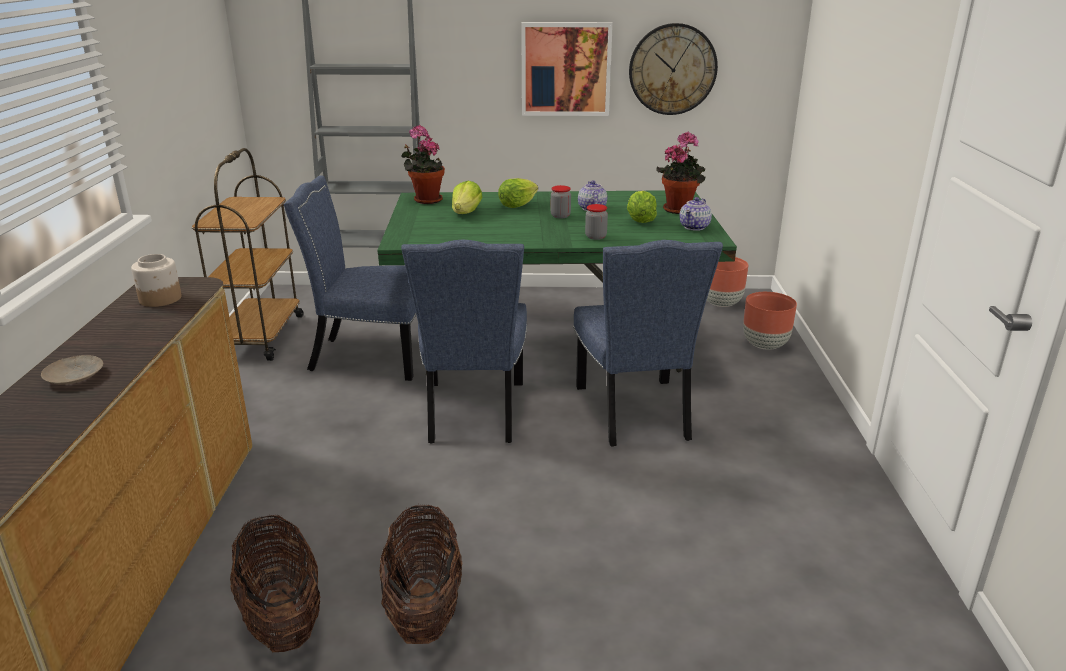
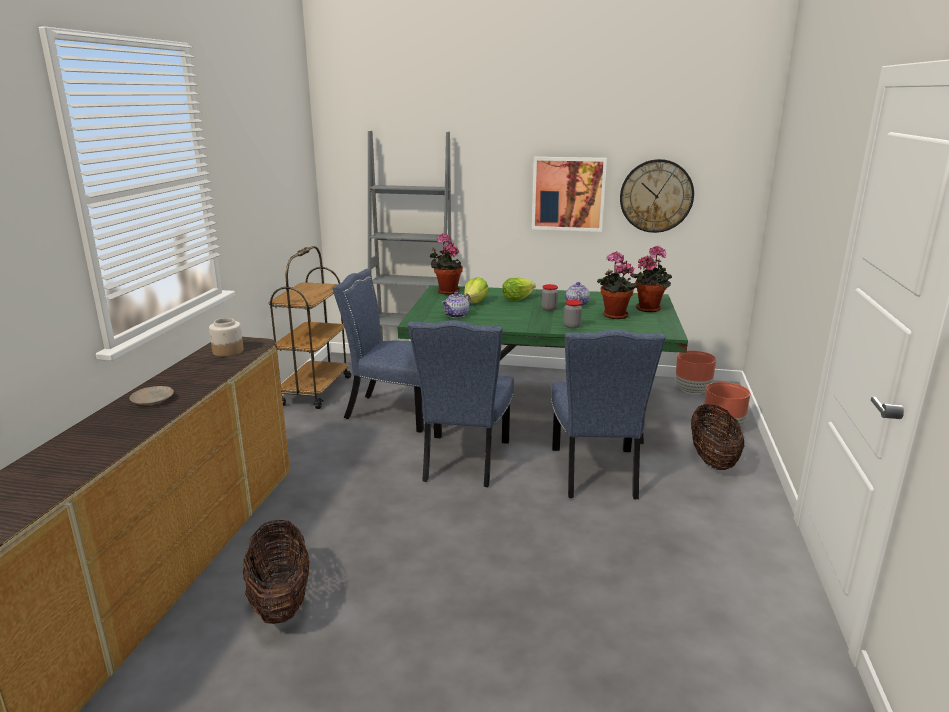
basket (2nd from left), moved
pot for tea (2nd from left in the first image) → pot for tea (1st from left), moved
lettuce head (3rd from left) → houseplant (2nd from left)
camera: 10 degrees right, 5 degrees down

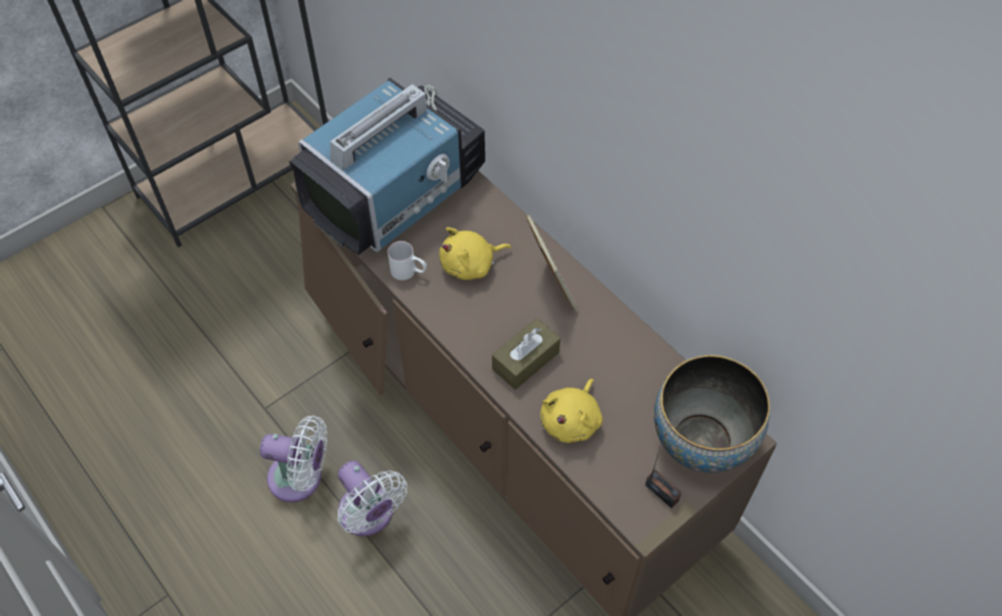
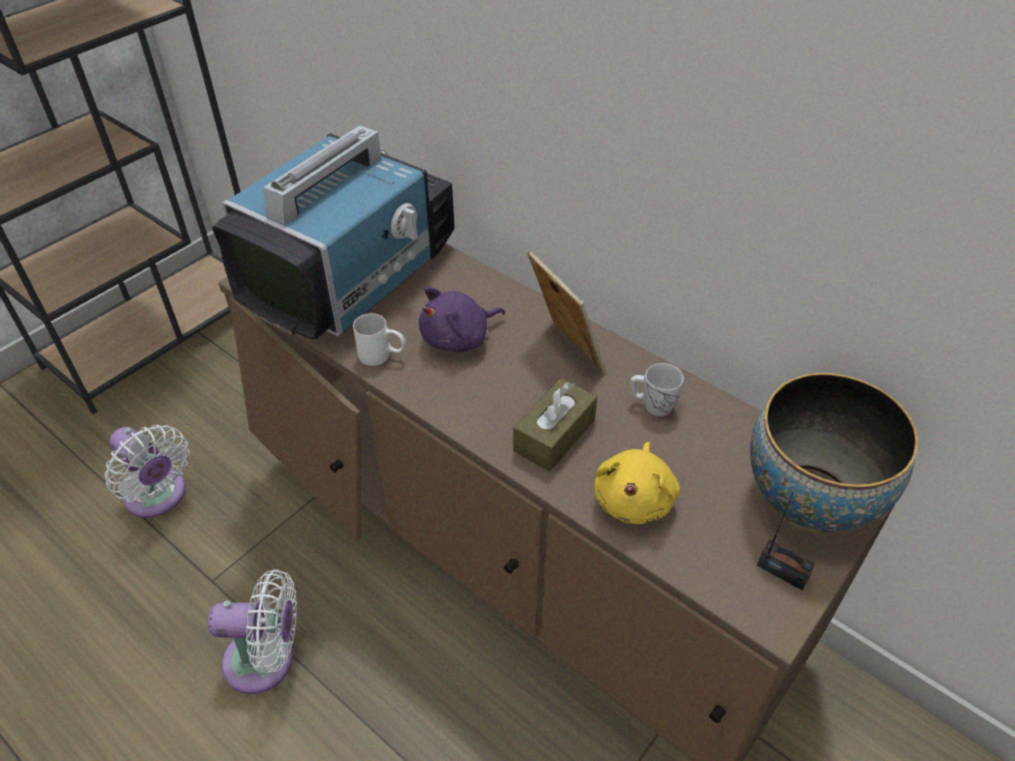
- → whitish coffee mug (2nd from left)
whitish cooling fan (2nd from left in the first image) → whitish cooling fan (1st from left), moved
yellow-coloured cuddly toy (1st from left) → purple-coloured cuddly toy
camera: 10 degrees left, 10 degrees down

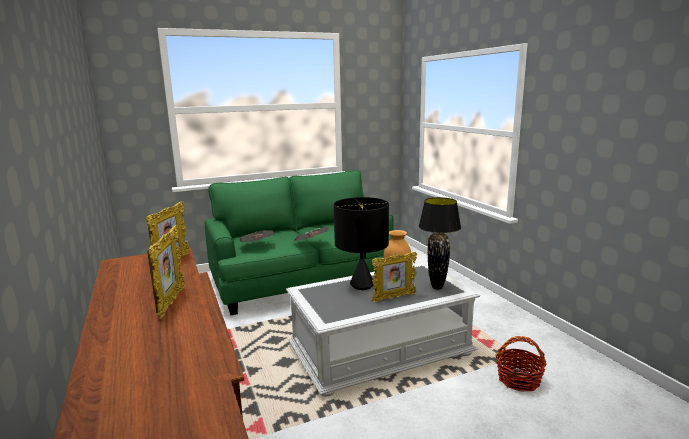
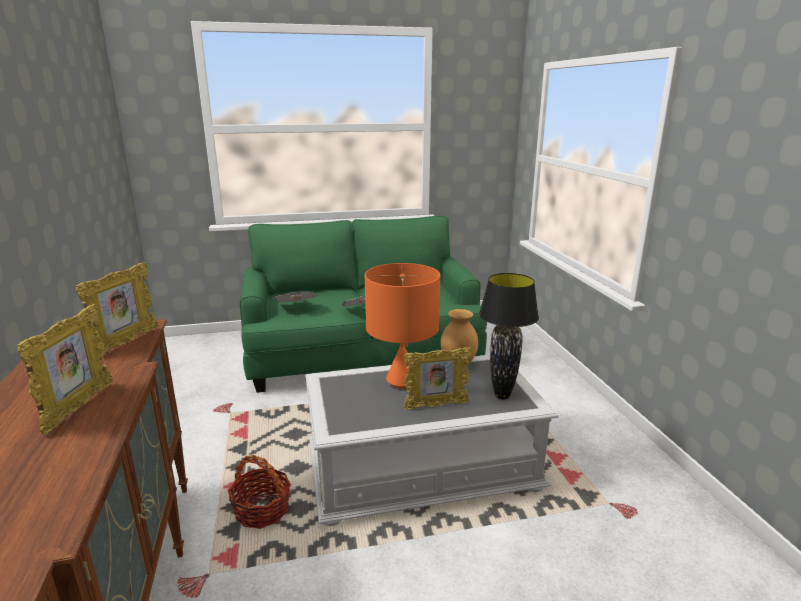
basket, moved
blackish lamp for a table (1st from left) → orange-coloured lamp for a table
camera: 10 degrees right, 5 degrees up

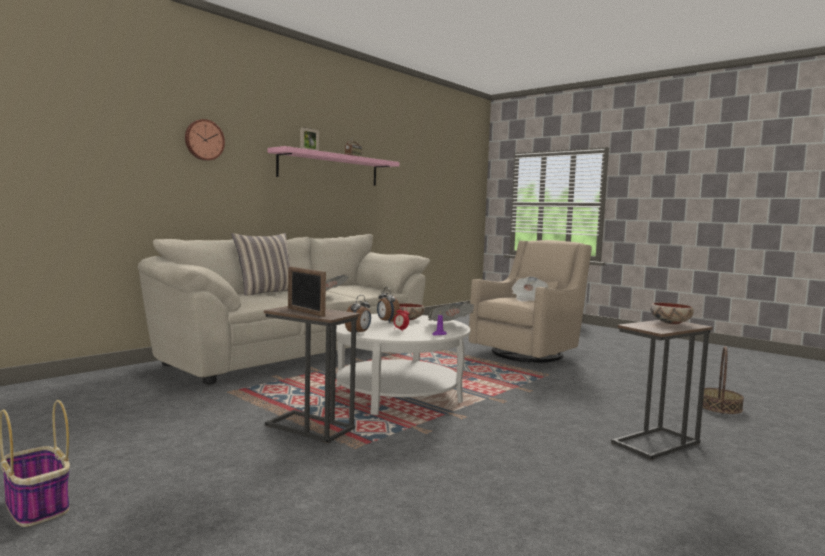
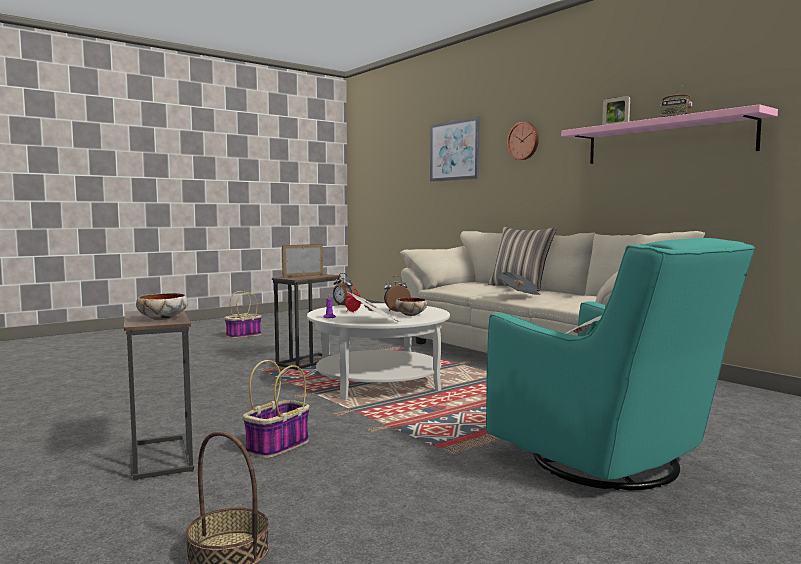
- → basket (3rd from left)
- → picture
beige lounge chair → turquoise-coloured lounge chair
camera: 100 degrees right, 0 degrees up

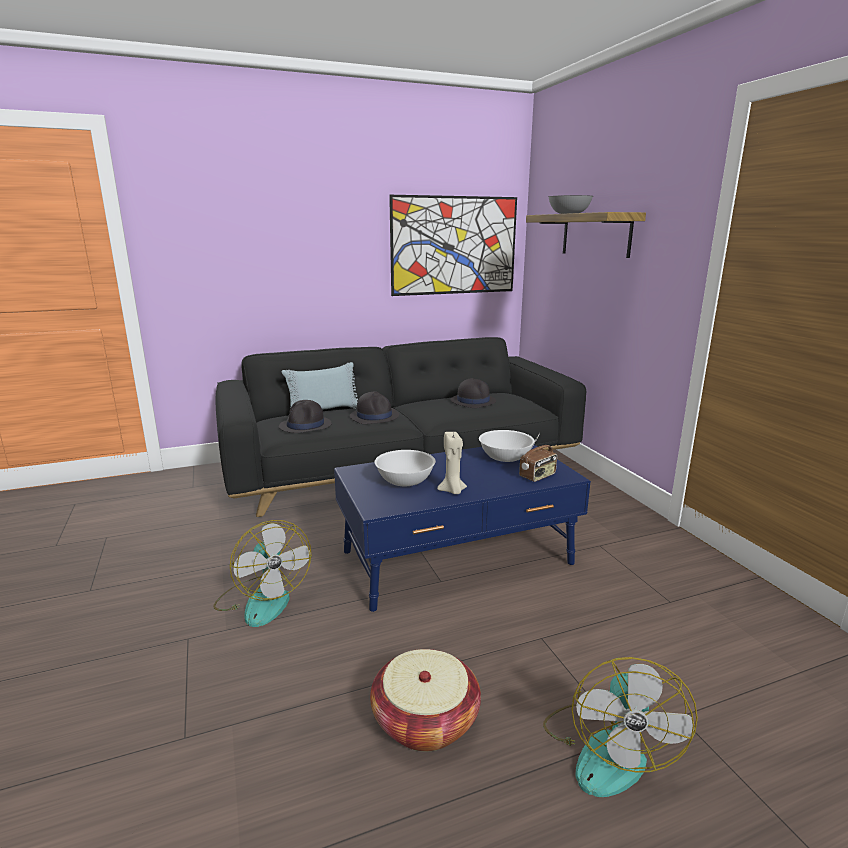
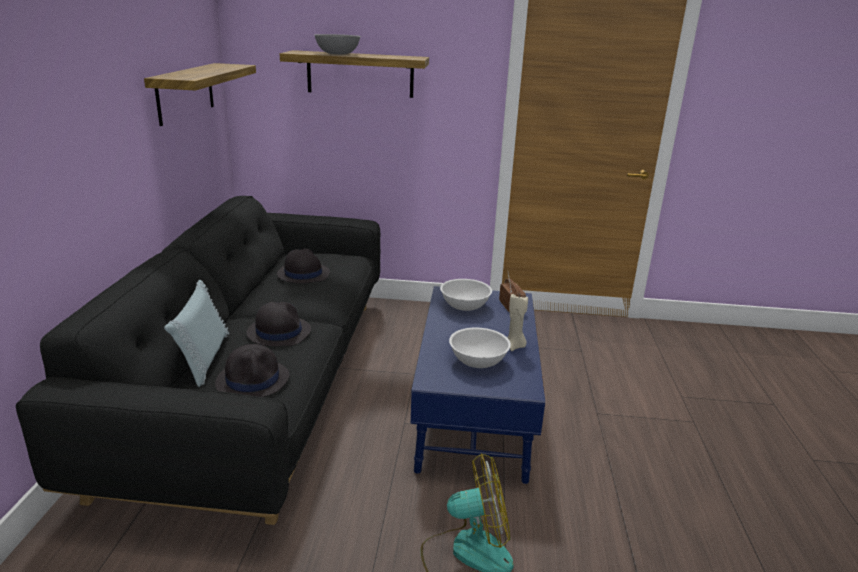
basket → -
cooling fan (2nd from left) → -
picture → bracket shelf (1st from left)
camera: 65 degrees left, 5 degrees up

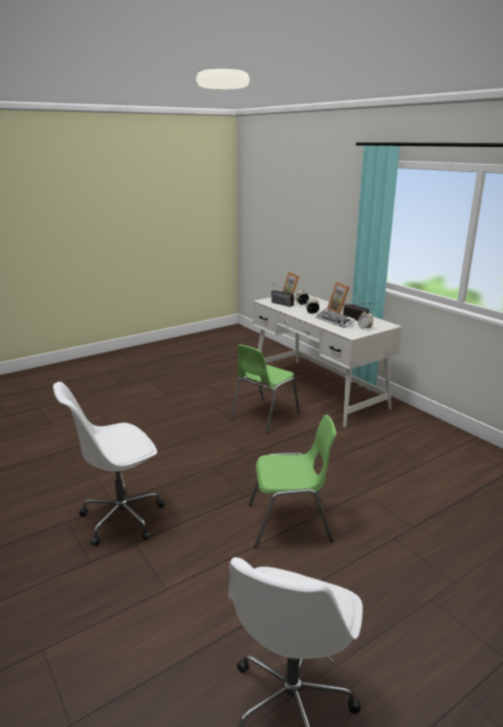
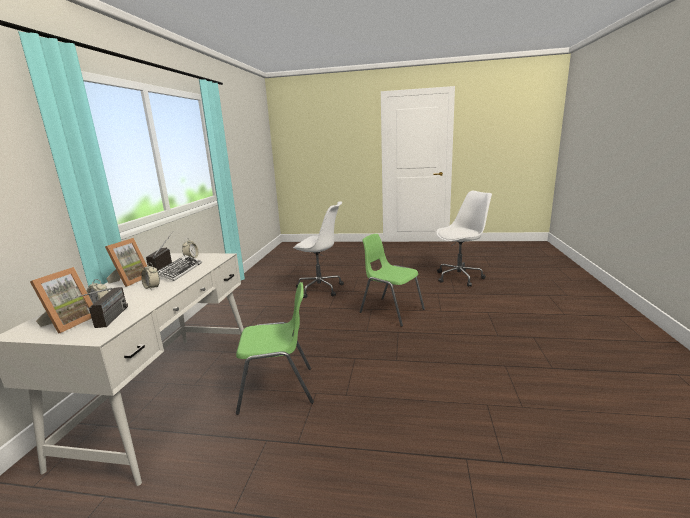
whitish office chair (1st from left), moved
camera: 135 degrees left, 5 degrees down

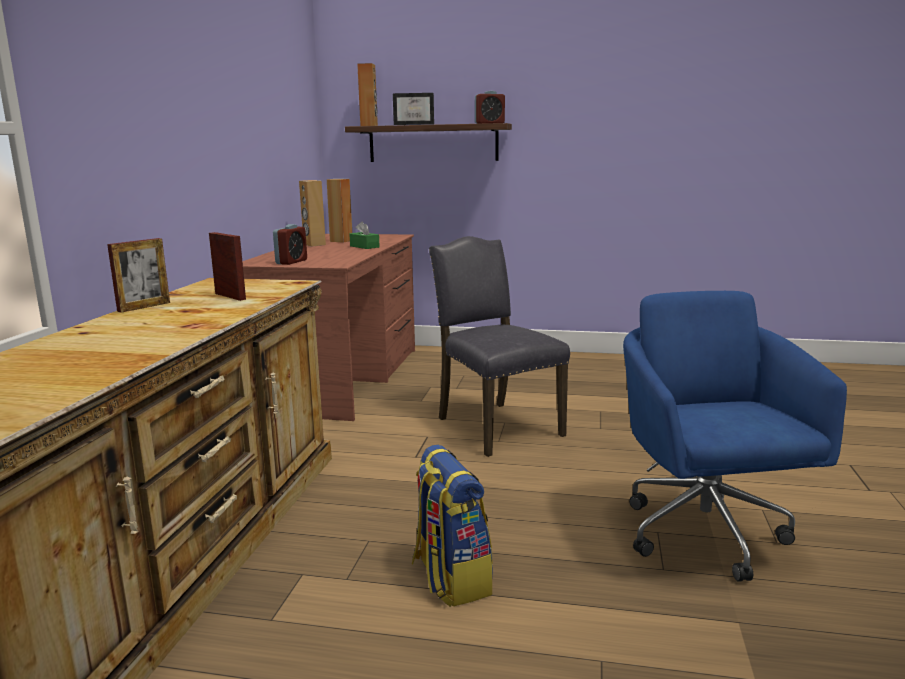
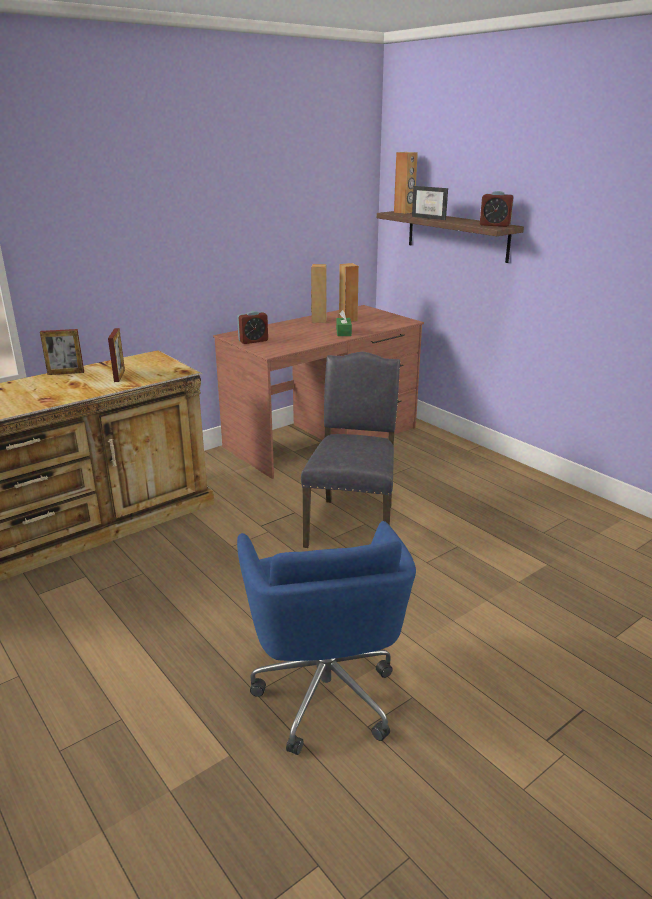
backpack → -
bluish office chair, 135 degrees clockwise
camera: 40 degrees right, 10 degrees up

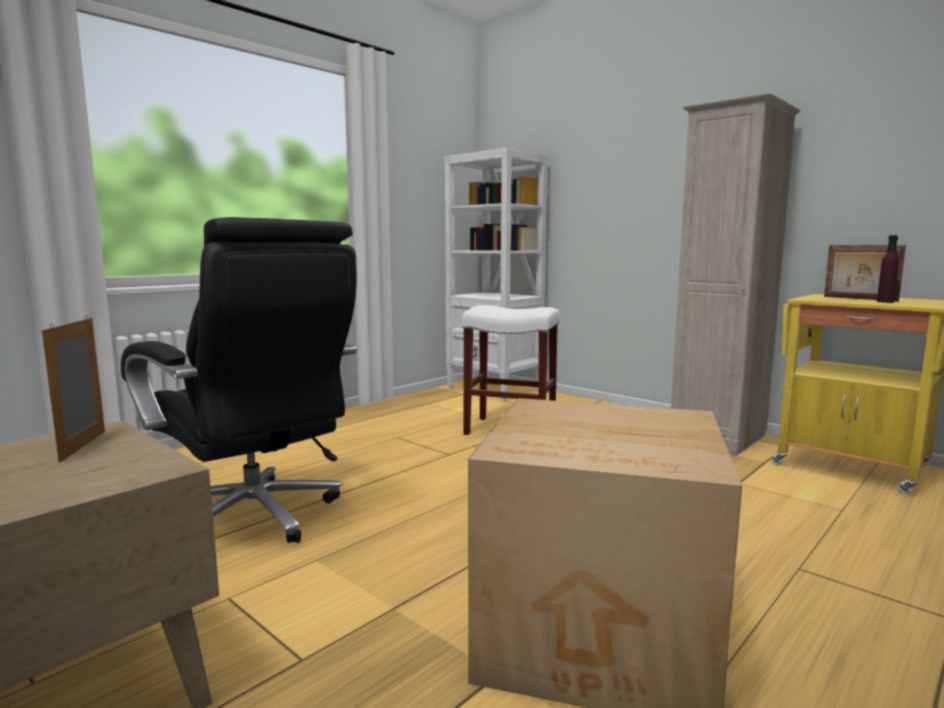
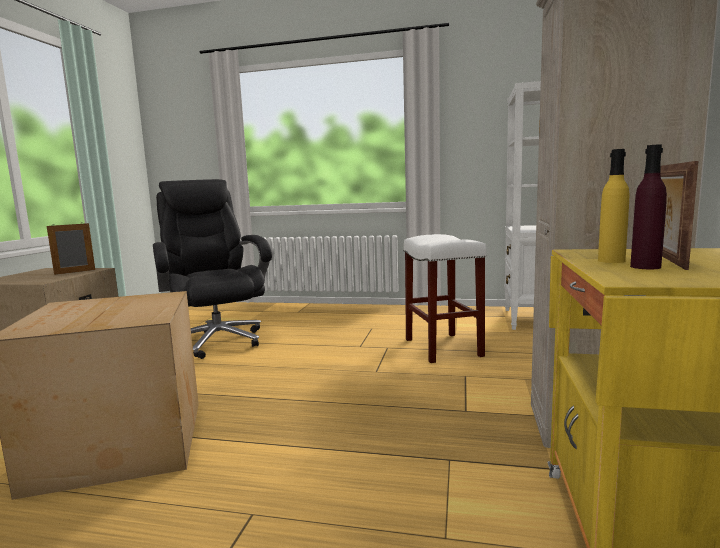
- → yellow-coloured bottle
blackish office chair, 135 degrees clockwise
camera: 60 degrees right, 0 degrees up

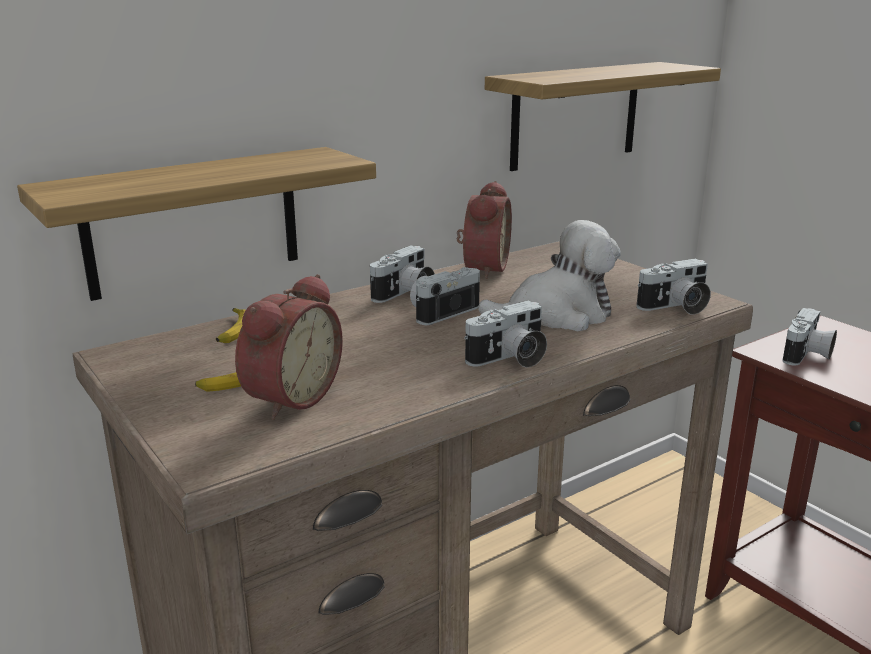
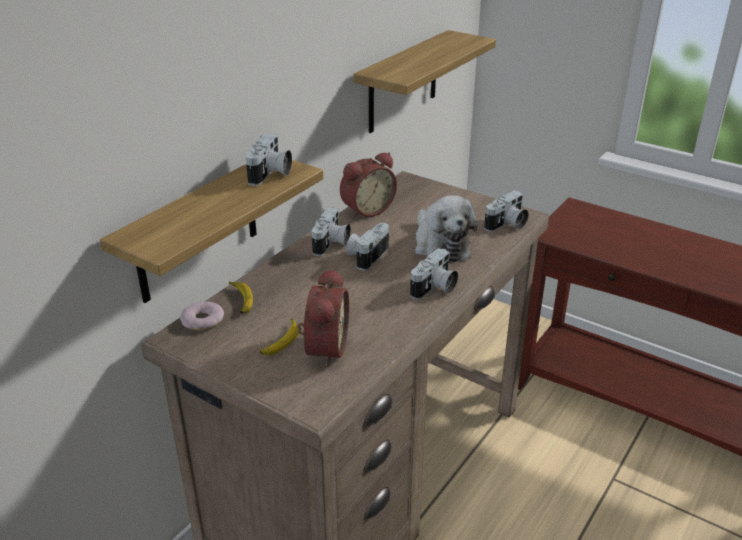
- → ring doughnut
still camera (5th from left in the first image) → still camera (1st from left), moved
alarm clock (2nd from left), 60 degrees clockwise
cuddly toy, 105 degrees clockwise
camera: 20 degrees left, 10 degrees up

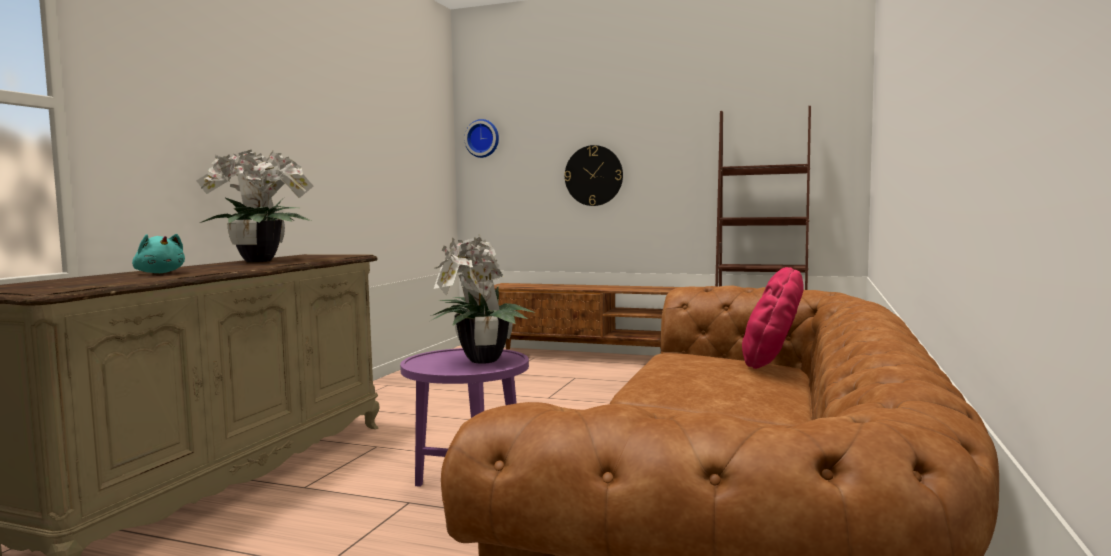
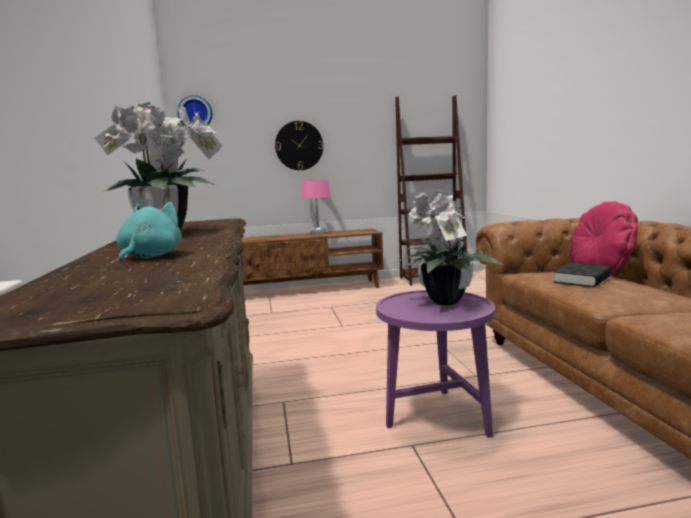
- → pink lamp for a table
- → blackish book
turquoise-coloured cuddly toy, 90 degrees counterclockwise
camera: 30 degrees left, 5 degrees up

